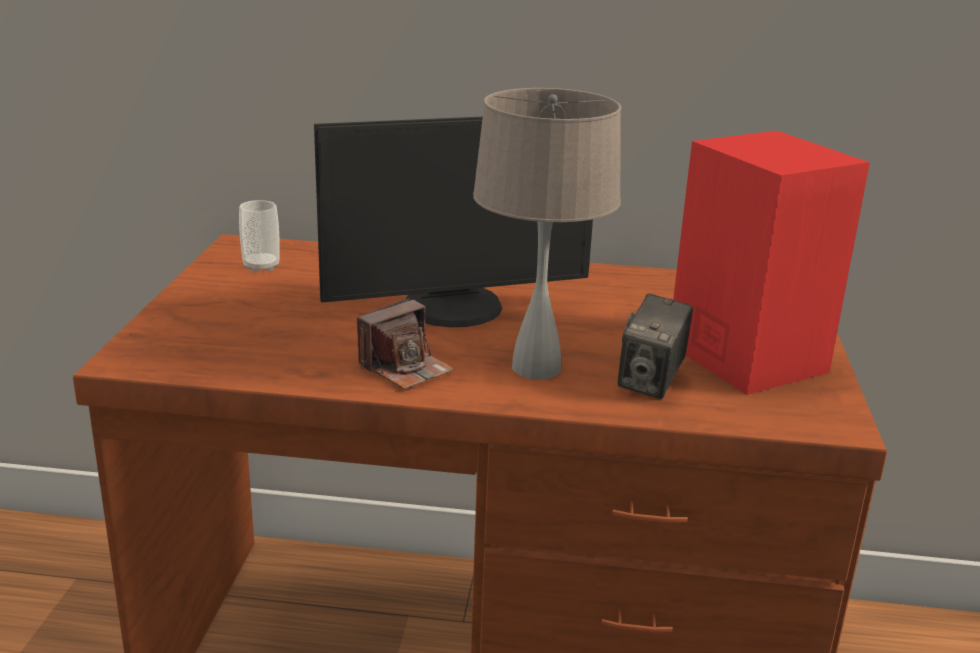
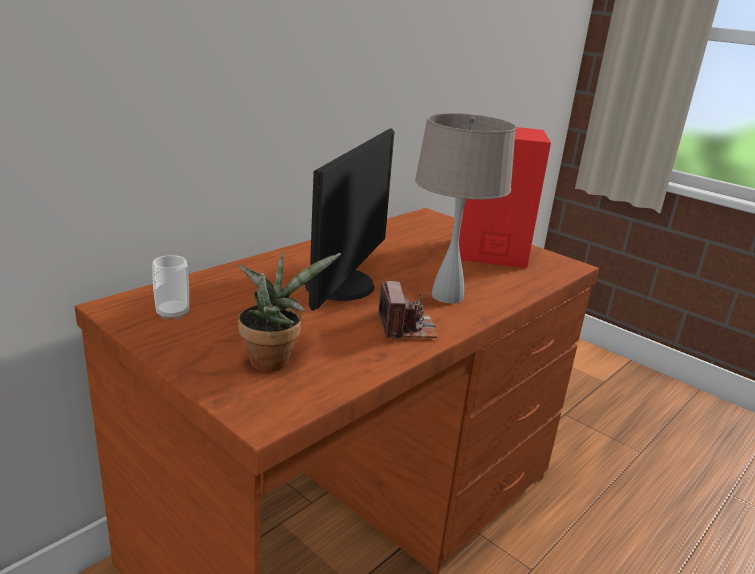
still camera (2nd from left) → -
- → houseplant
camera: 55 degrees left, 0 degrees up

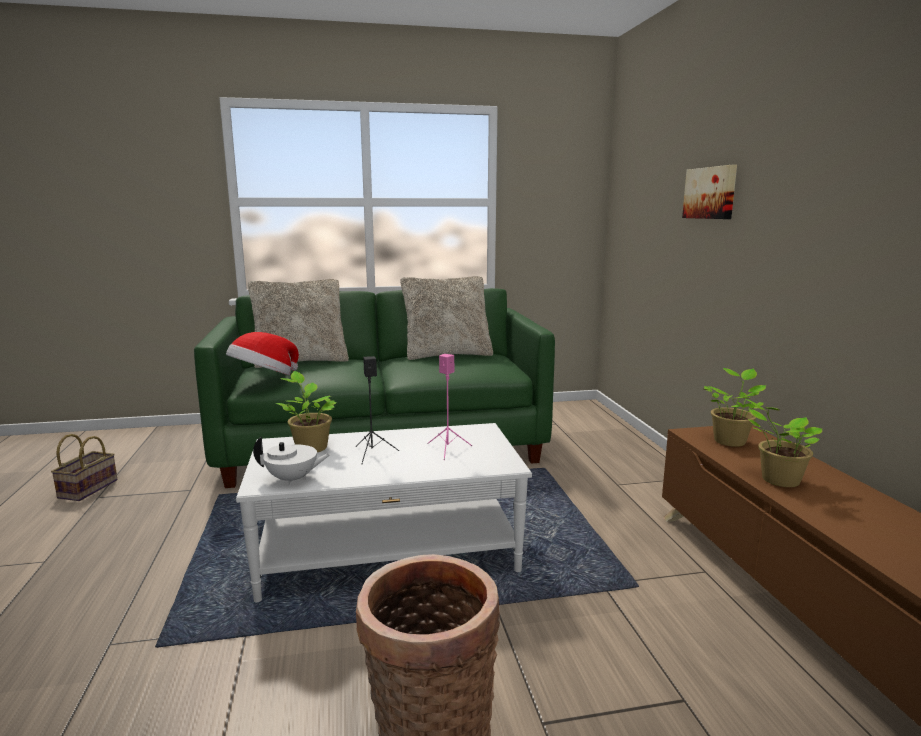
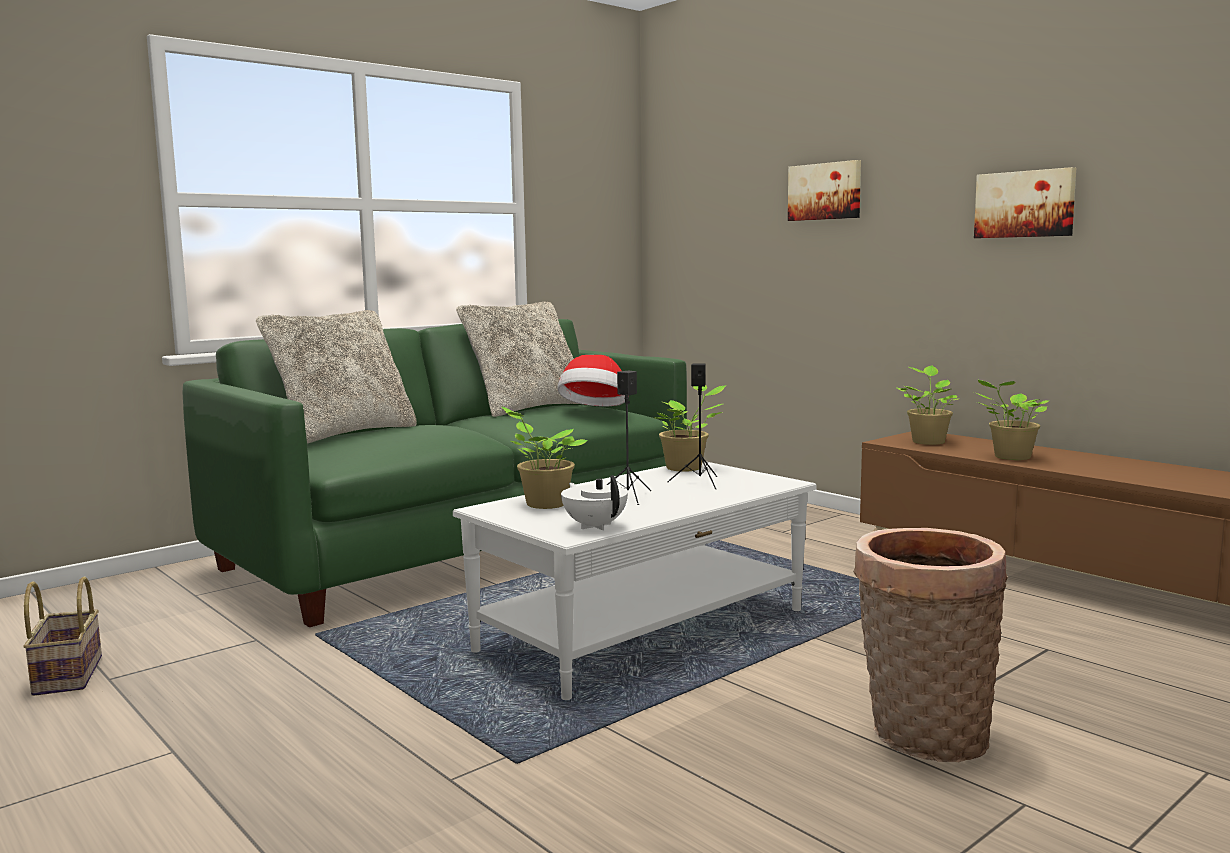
- → houseplant (2nd from left)
- → picture (2nd from left)
clothing hat, moved
pink speaker → blackish speaker (2nd from left)
whitish pot for tea, 90 degrees counterclockwise
camera: 30 degrees left, 5 degrees down

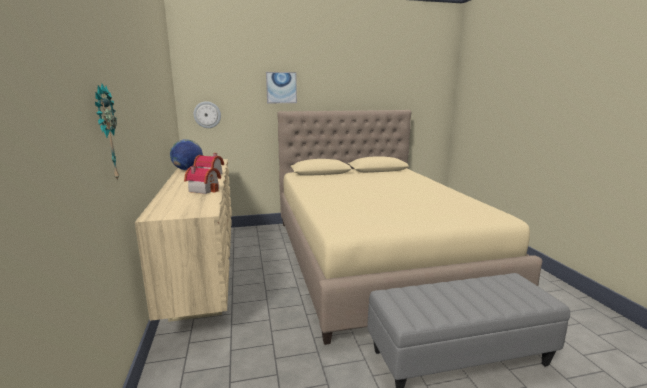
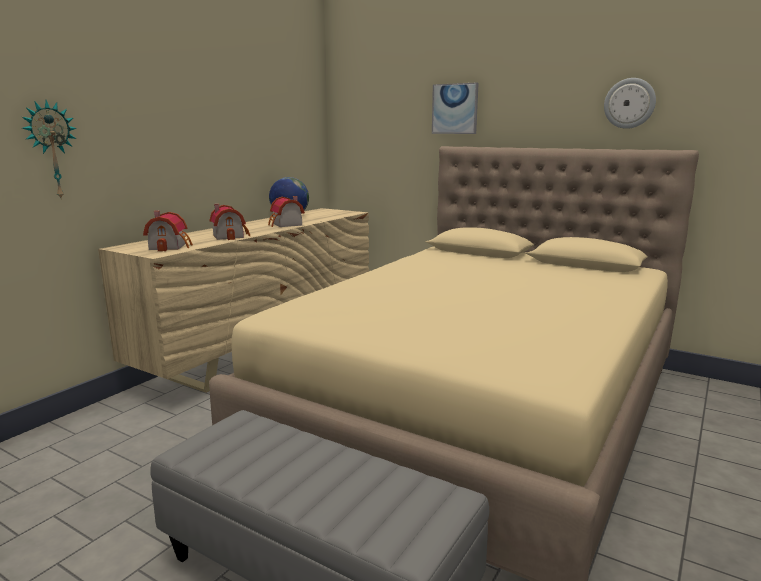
- → toy house (1st from left)
hanging clock (2nd from left), moved
camera: 45 degrees right, 0 degrees up

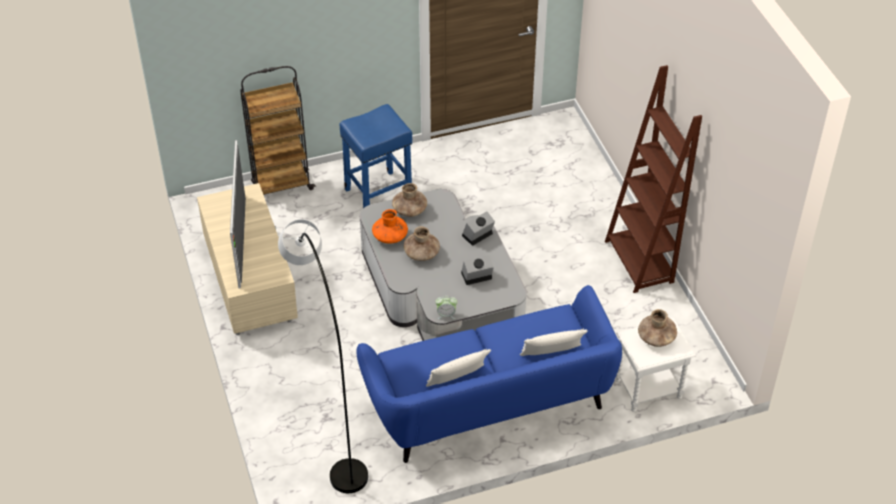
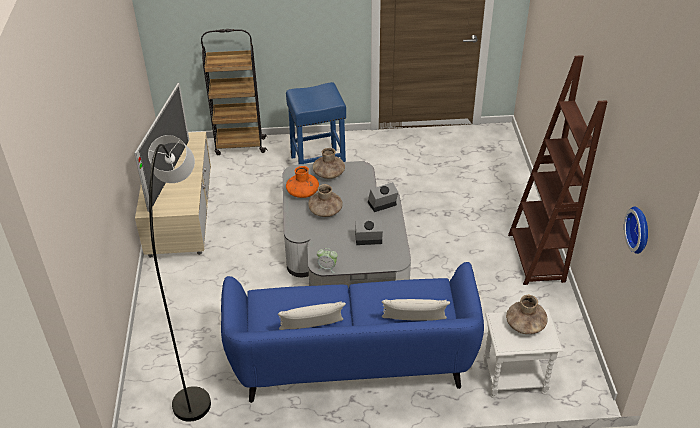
- → hanging clock
camera: 15 degrees right, 5 degrees down

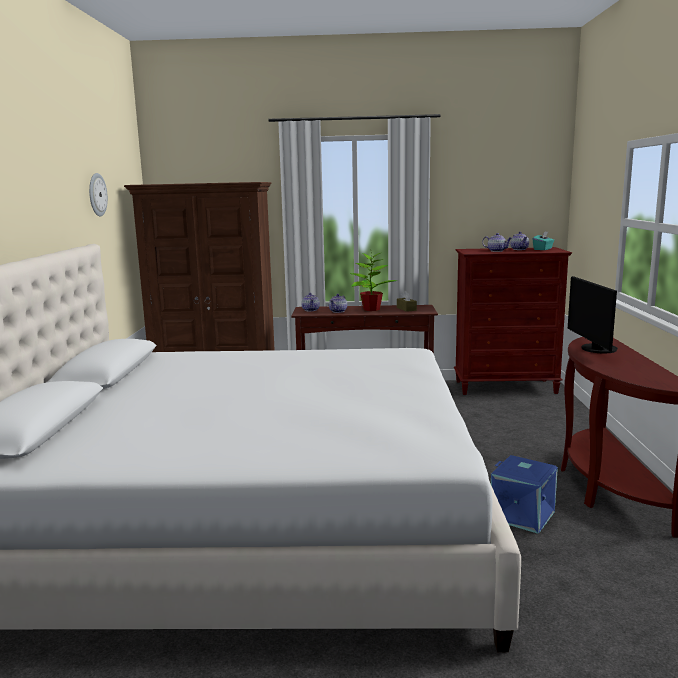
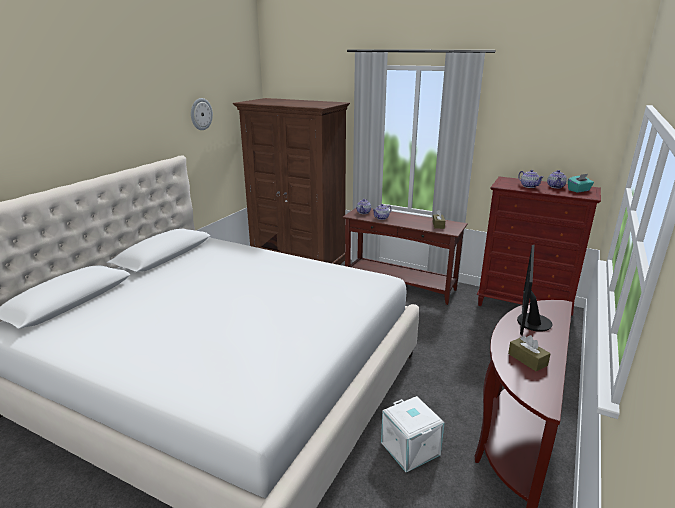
houseplant → -
- → brown tissue holder (2nd from left)
bluish storage container → whitish storage container
camera: 25 degrees right, 10 degrees up

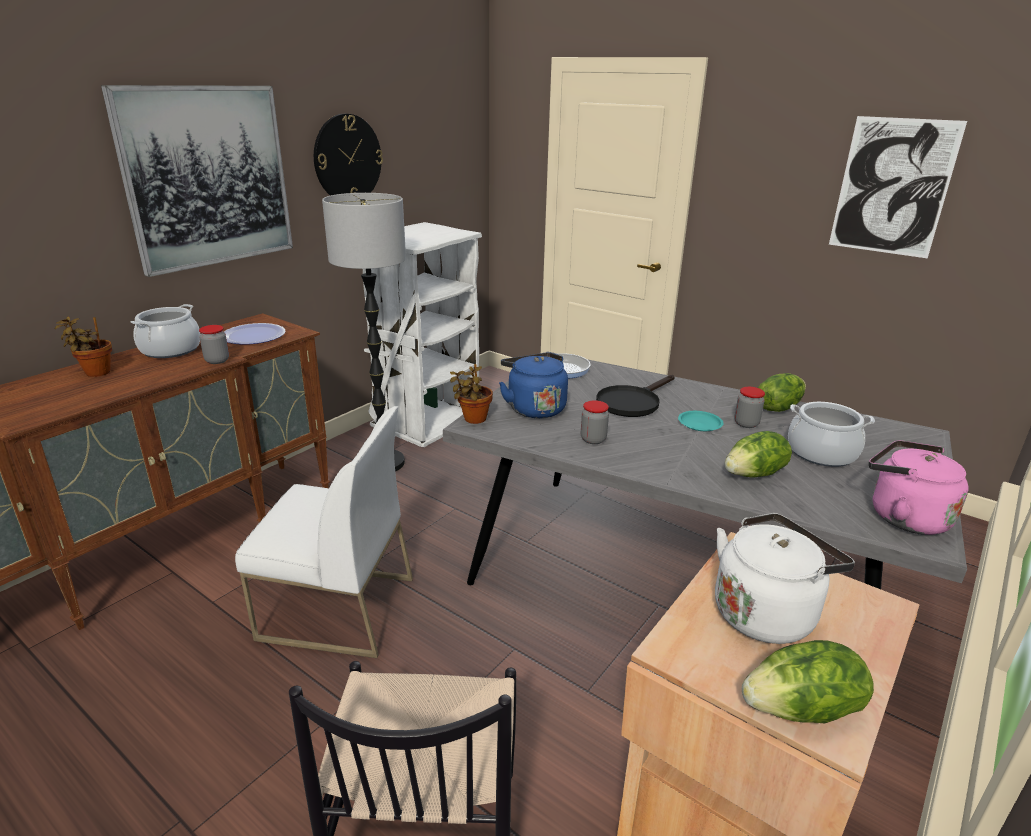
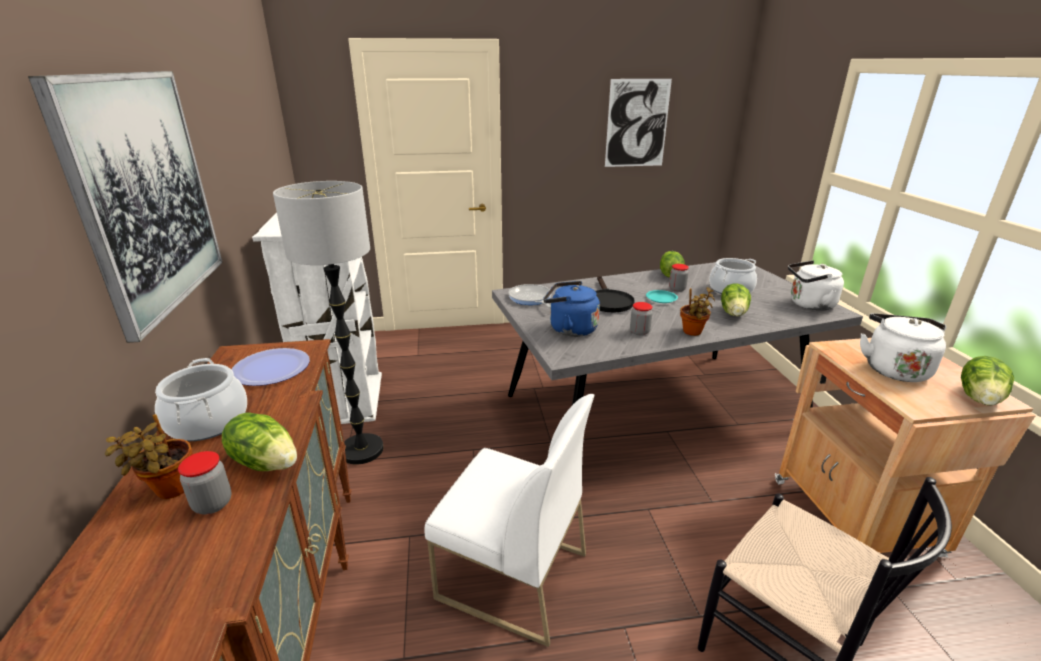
hanging clock → -
- → lettuce head (1st from left)
storage jar (1st from left), moved
houseplant (2nd from left), moved
pink kettle → whitish kettle (1st from left)
whitish upright chair, 60 degrees clockwise
camera: 45 degrees left, 0 degrees up

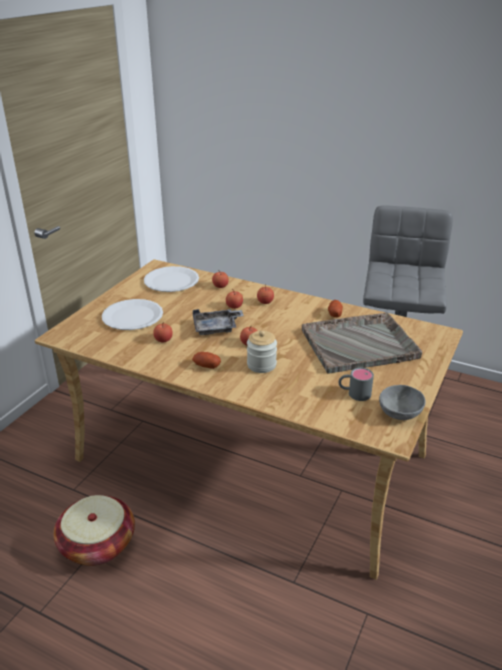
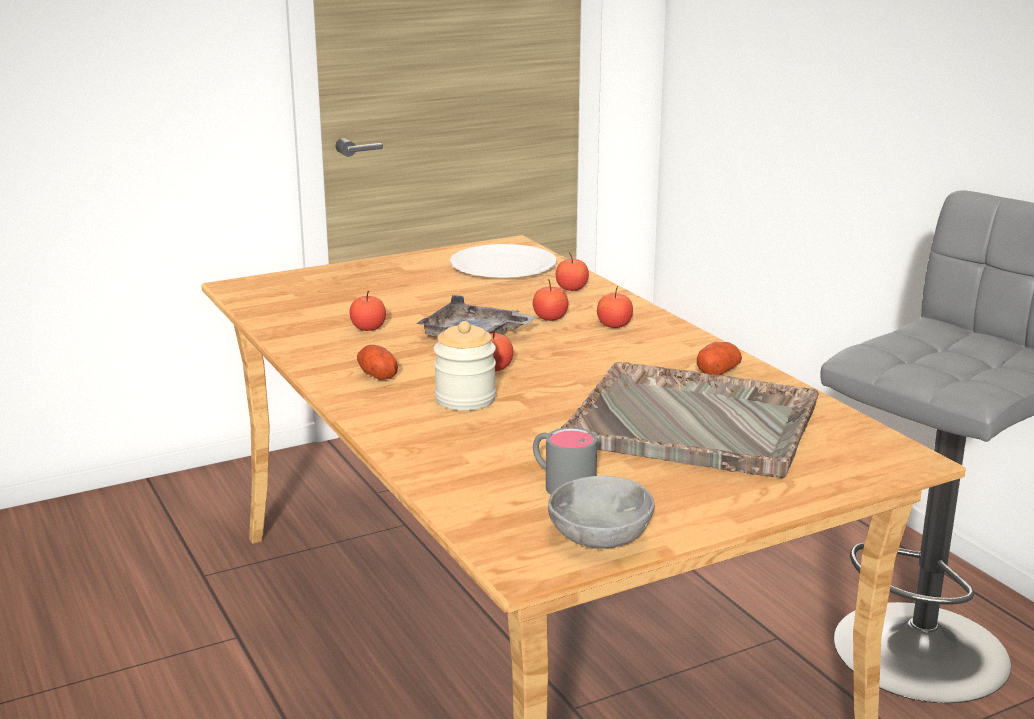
basket → -
whitish flat dish (1st from left) → -
camera: 35 degrees right, 10 degrees down

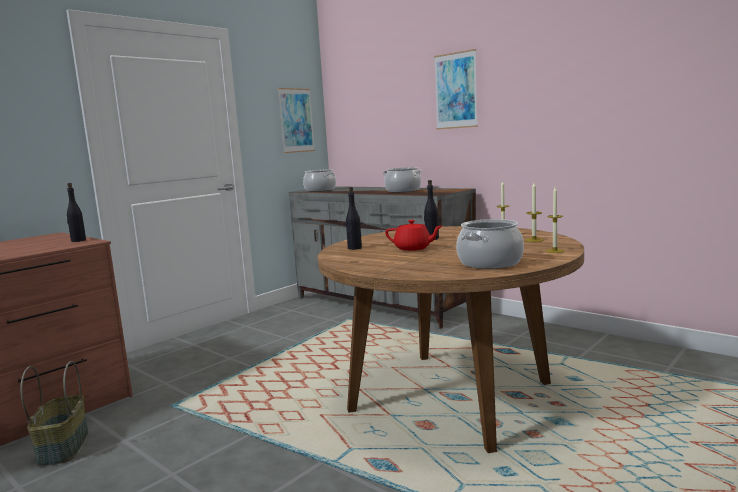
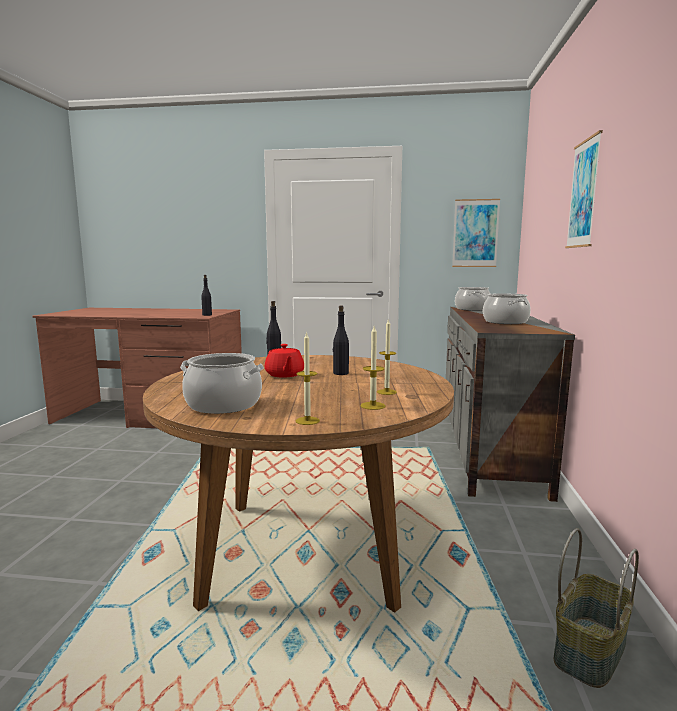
basket, moved
camera: 55 degrees right, 0 degrees up

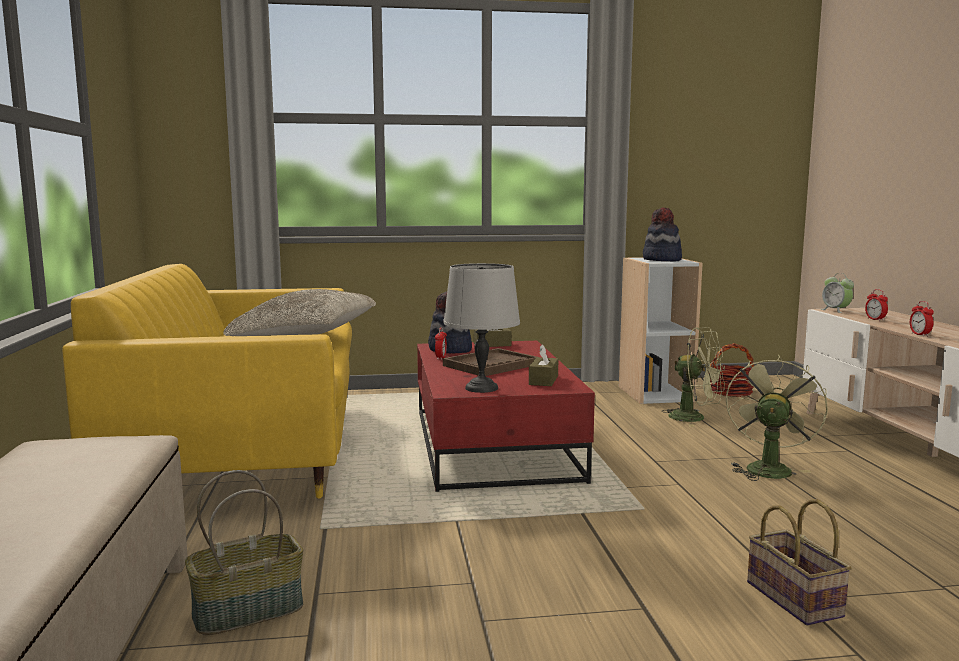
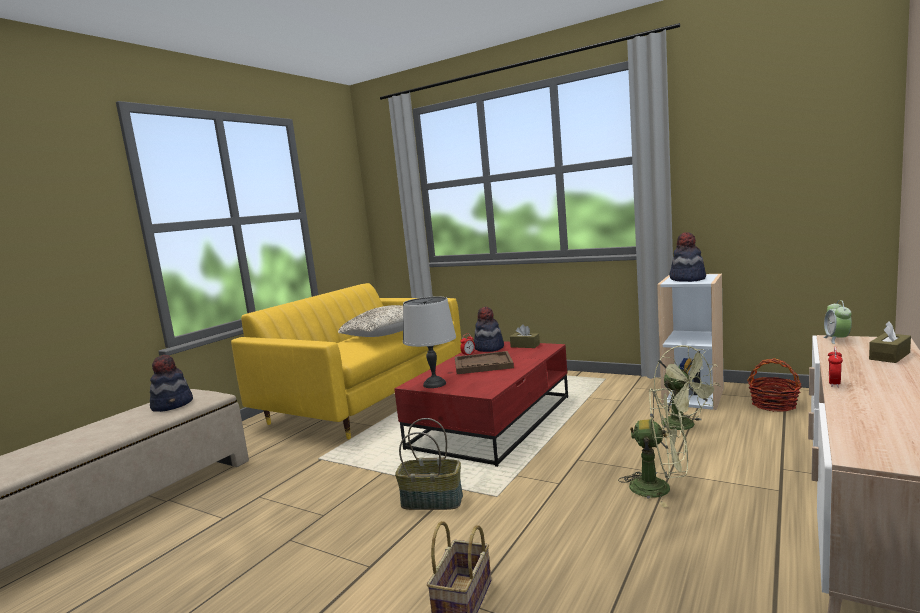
alarm clock (3rd from left) → -
- → clothing hat (1st from left)
basket (1st from left), moved
brown tissue holder (2nd from left), moved
greenish cooling fan (2nd from left in the first image) → greenish cooling fan (1st from left), 45 degrees clockwise
camera: 40 degrees right, 0 degrees up

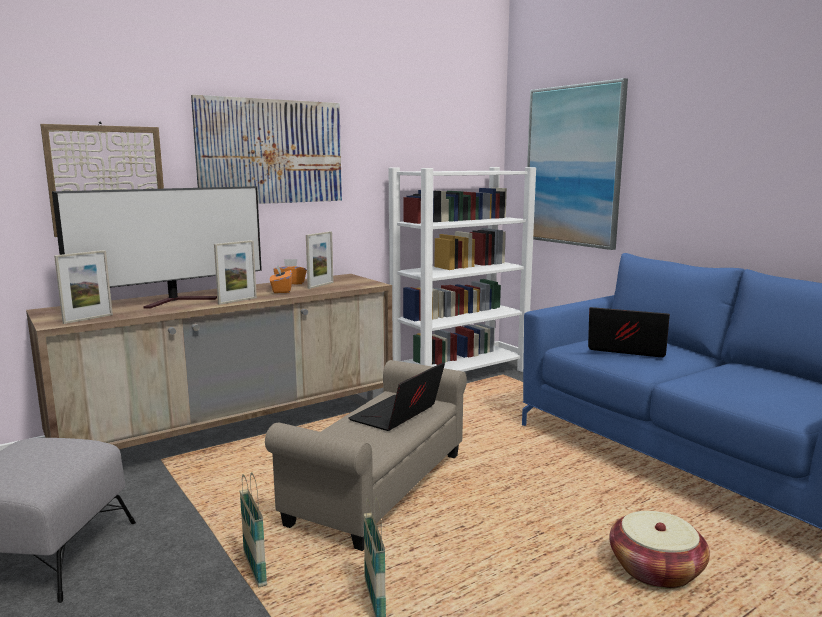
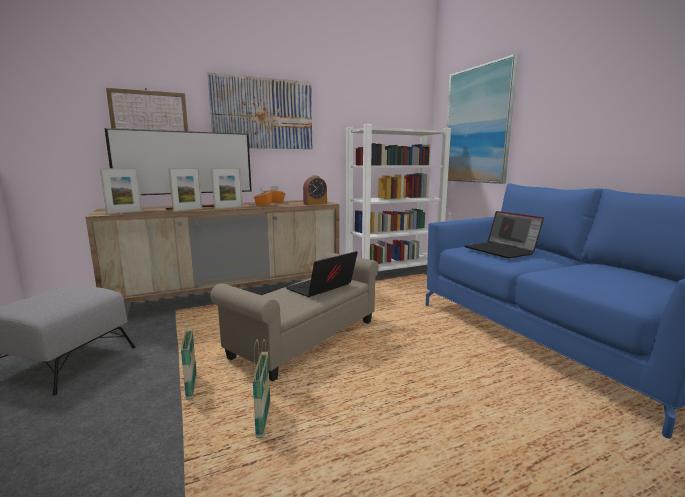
basket (3rd from left) → -
- → alarm clock
picture frame (3rd from left in the first image) → picture frame (2nd from left), moved
laptop (2nd from left), 150 degrees counterclockwise
camera: 10 degrees right, 0 degrees up

